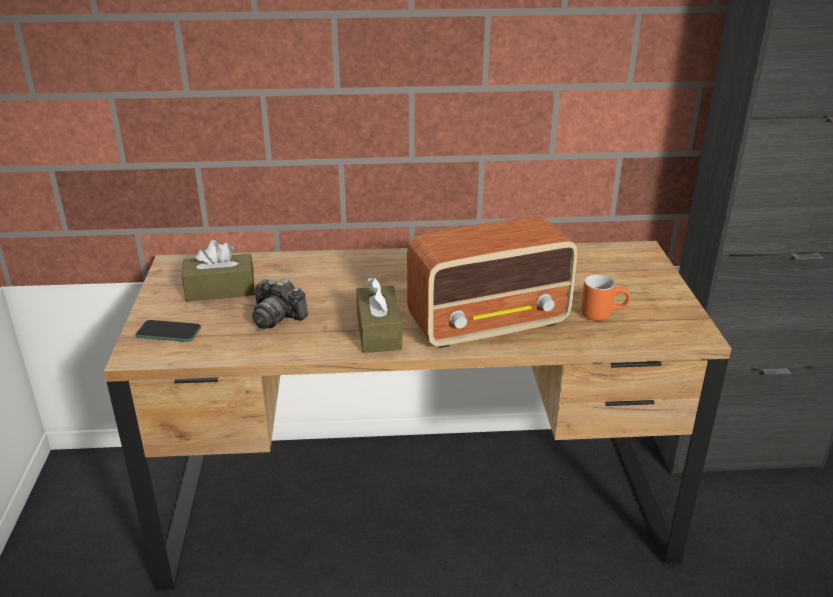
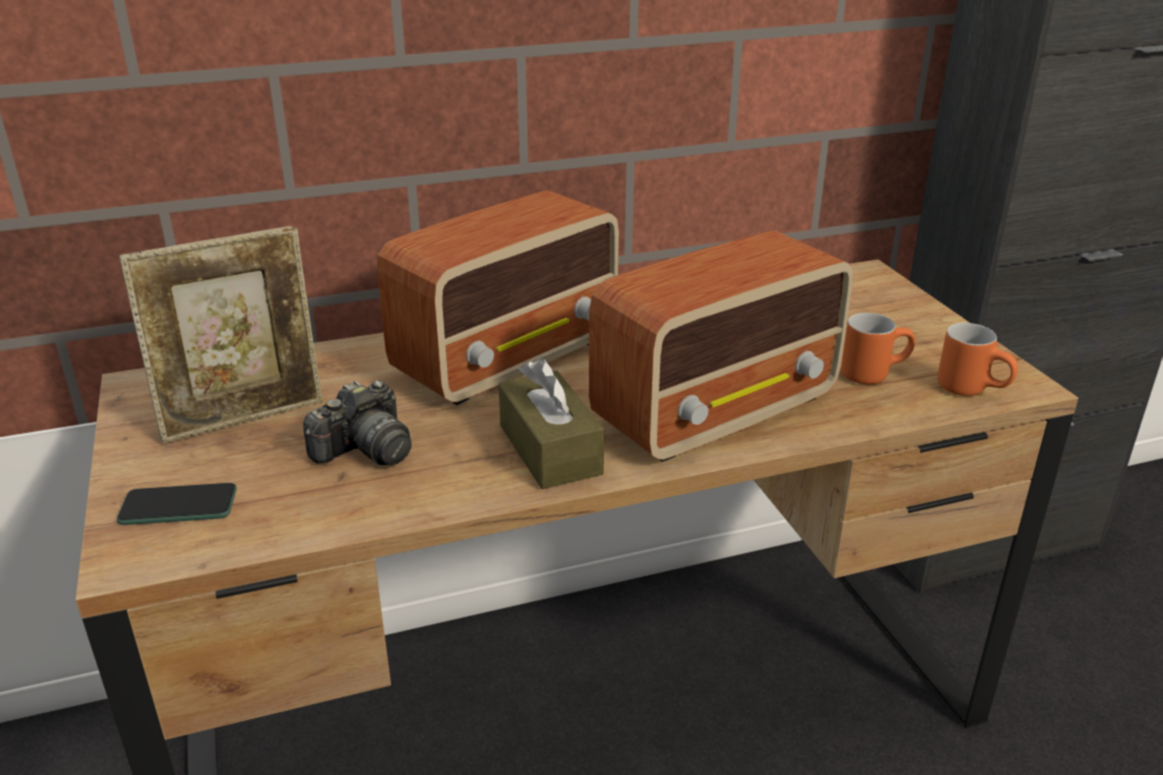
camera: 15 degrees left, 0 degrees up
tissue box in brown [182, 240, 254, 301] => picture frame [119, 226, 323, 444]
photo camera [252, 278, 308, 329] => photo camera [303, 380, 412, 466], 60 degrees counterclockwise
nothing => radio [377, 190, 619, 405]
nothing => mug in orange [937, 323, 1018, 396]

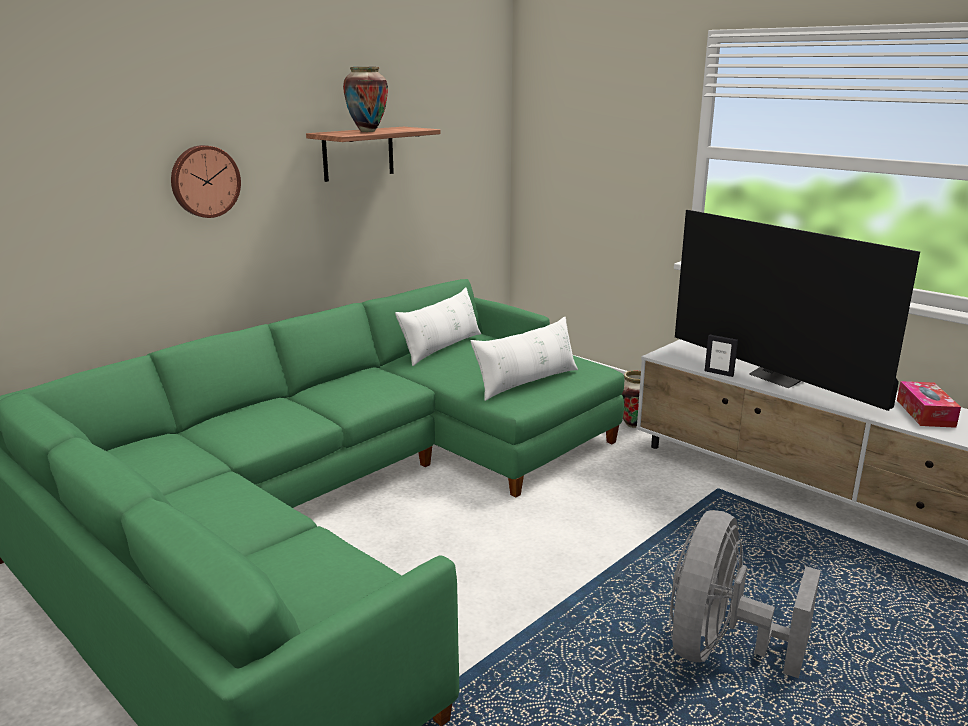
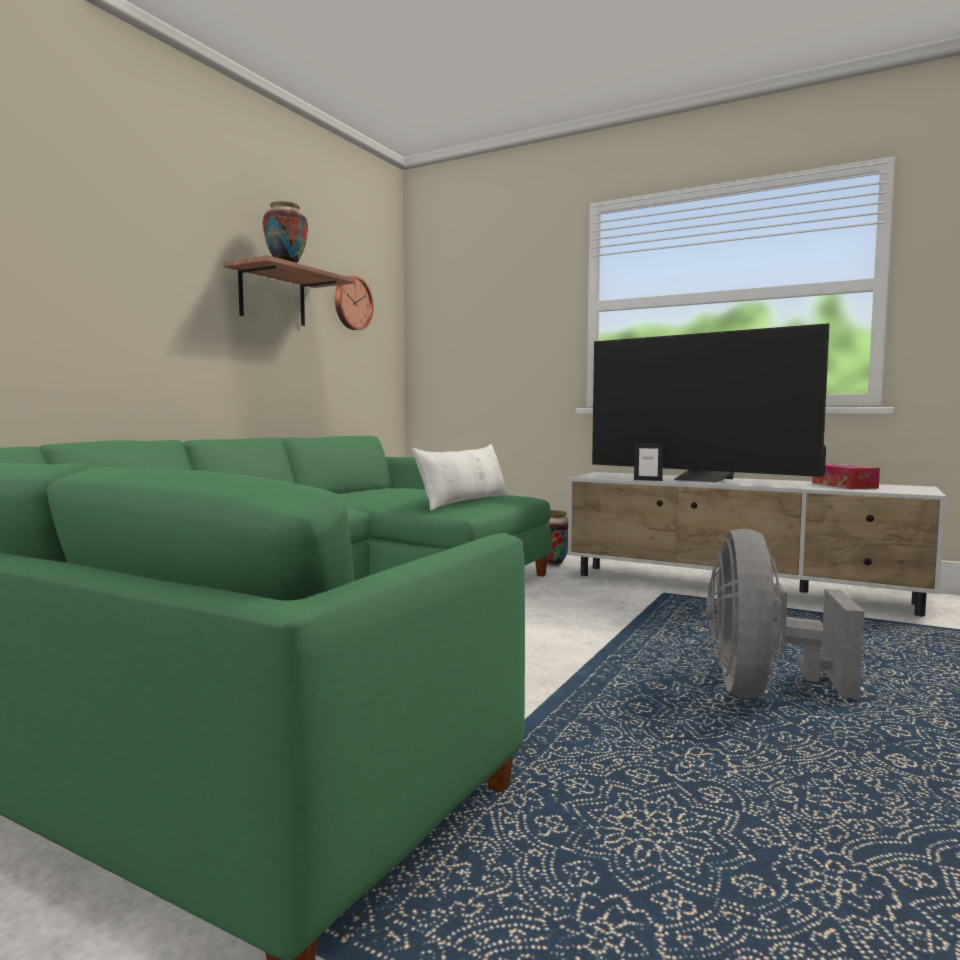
camera: 15 degrees left, 15 degrees down
wall clock [171, 145, 241, 218] => wall clock [335, 275, 374, 330], moved
pillow in white [395, 287, 481, 366] => nothing

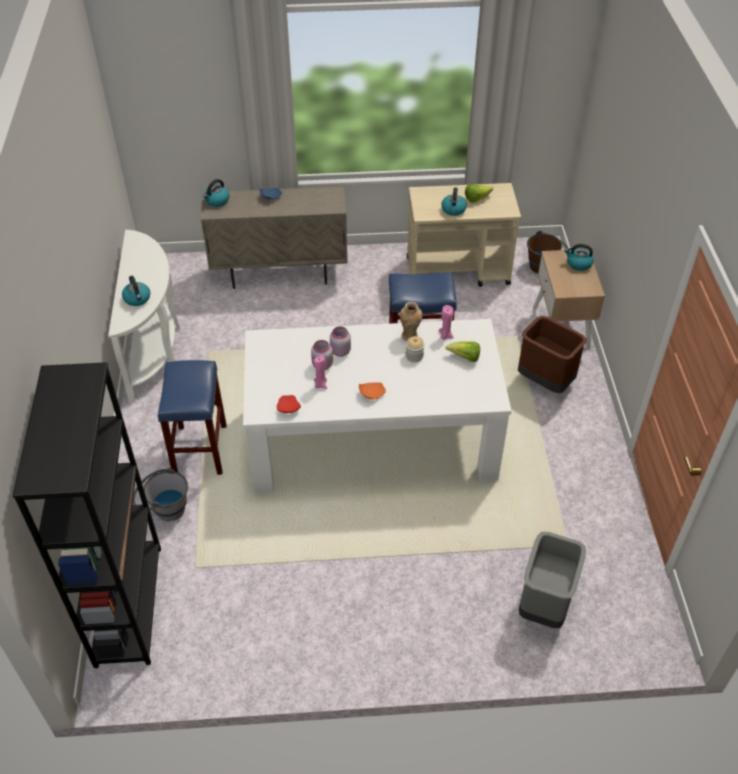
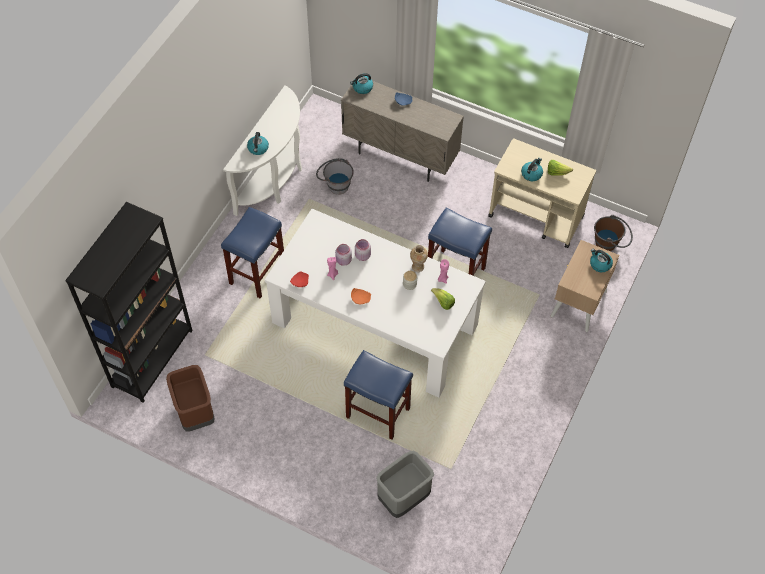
camera: 30 degrees right, 10 degrees up
trash can in brown [518, 316, 587, 393] => trash can in brown [166, 365, 215, 432], moved
bucket in grey [133, 468, 188, 521] => bucket in grey [316, 158, 354, 195], moved
nothing => stool in blue [344, 350, 413, 439]

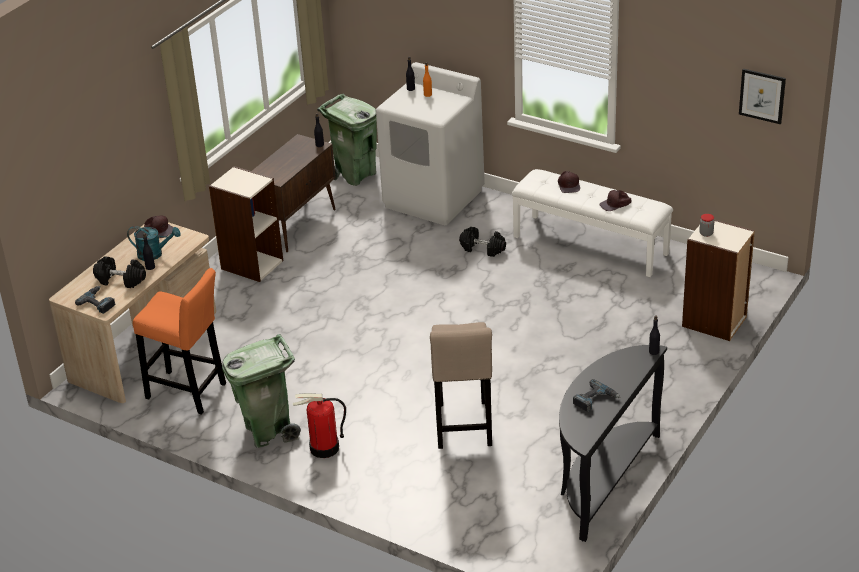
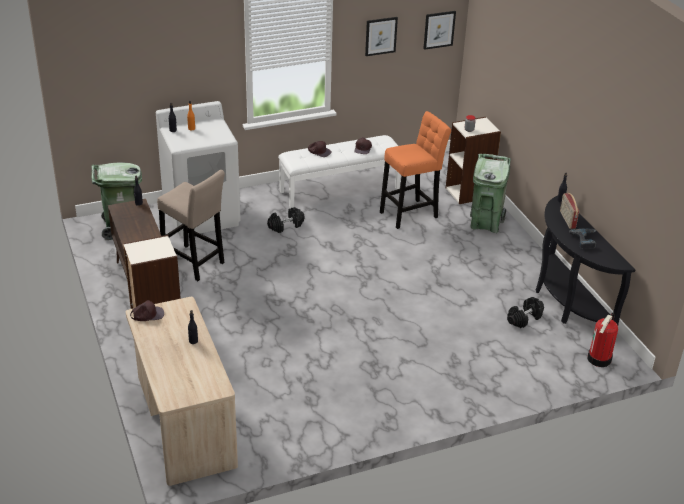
camera: 55 degrees left, 0 degrees up
watering can in turquoise [127, 226, 181, 261] => nothing
dumbbell in black [93, 256, 146, 288] => dumbbell in black [507, 297, 544, 328], moved
stool in orange [133, 268, 226, 415] => stool in orange [380, 111, 451, 229], moved
power drill [75, 286, 115, 314] => nothing
stool in beige [430, 322, 492, 449] => stool in beige [157, 170, 225, 281], moved
trash can in green [222, 334, 301, 448] => trash can in green [470, 154, 511, 233], moved
fire extinguisher [293, 393, 346, 458] => fire extinguisher [588, 313, 618, 367], moved
nothing => picture [365, 17, 398, 56]
nothing => radio [560, 193, 579, 229]

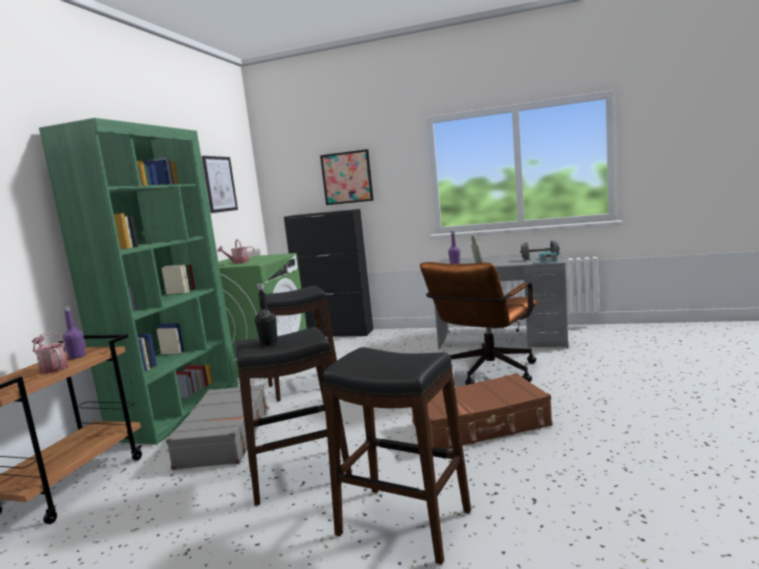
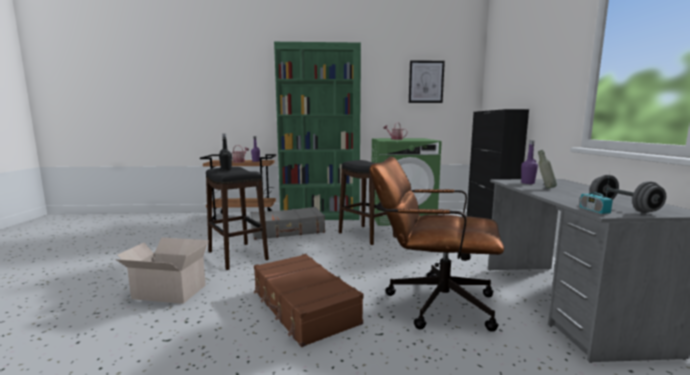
camera: 70 degrees right, 0 degrees up
picture [320, 149, 374, 205] => nothing
stool in black [323, 347, 471, 565] => cardboard box [115, 237, 209, 304]

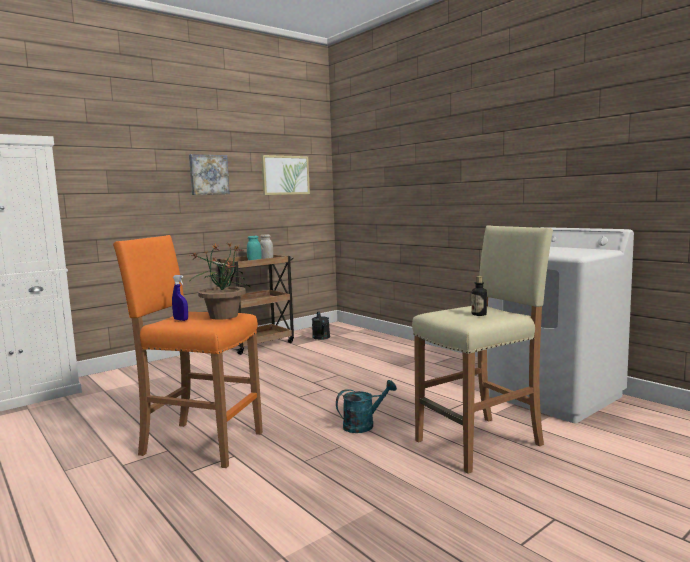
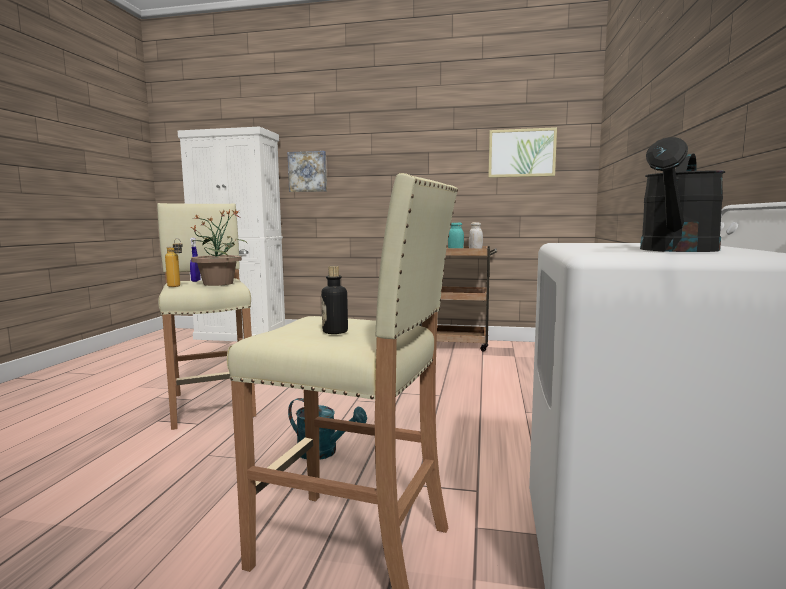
camera: 50 degrees right, 0 degrees up
picture [189, 154, 230, 195] => picture [288, 151, 327, 192], moved
stool in orange [113, 235, 263, 468] => stool in beige [157, 203, 256, 430]
watering can in black [312, 311, 330, 340] => watering can in black [640, 137, 725, 252], moved
nothing => bottle [165, 238, 183, 287]

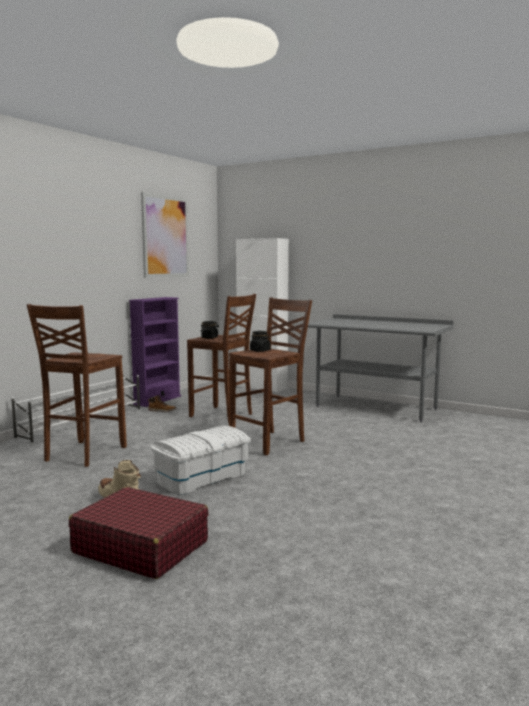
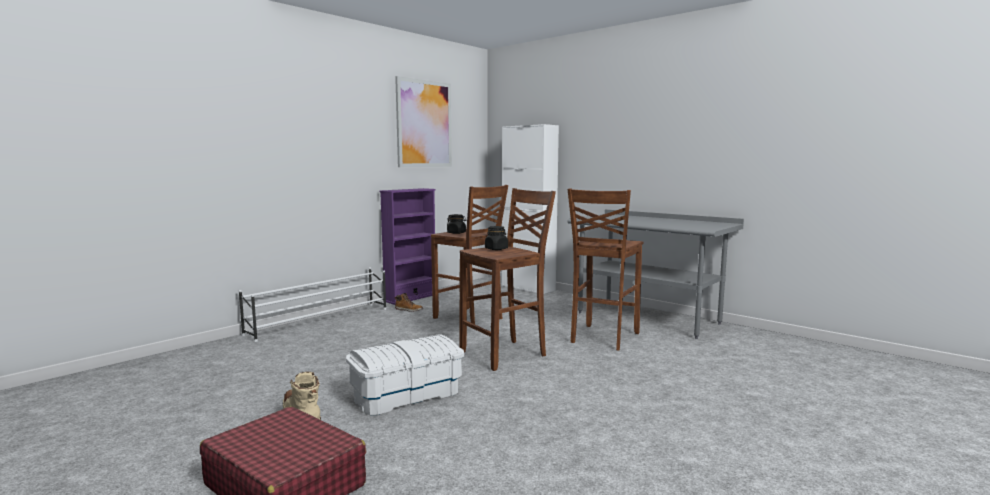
camera: 10 degrees right, 0 degrees up
stool in brown [27, 304, 127, 467] => stool in brown [568, 189, 643, 351], moved

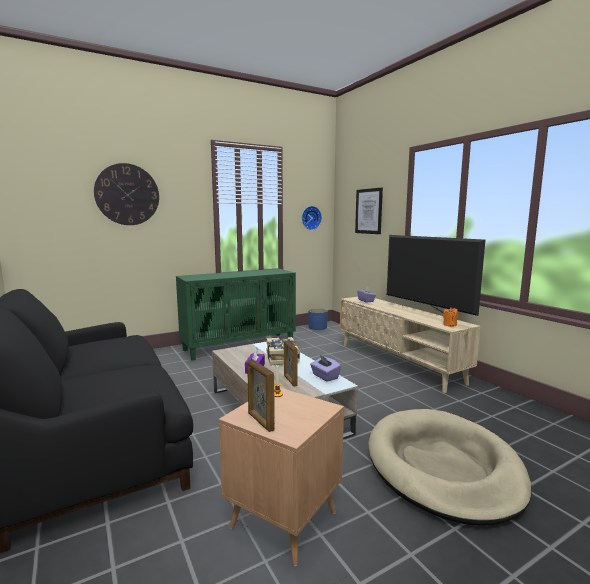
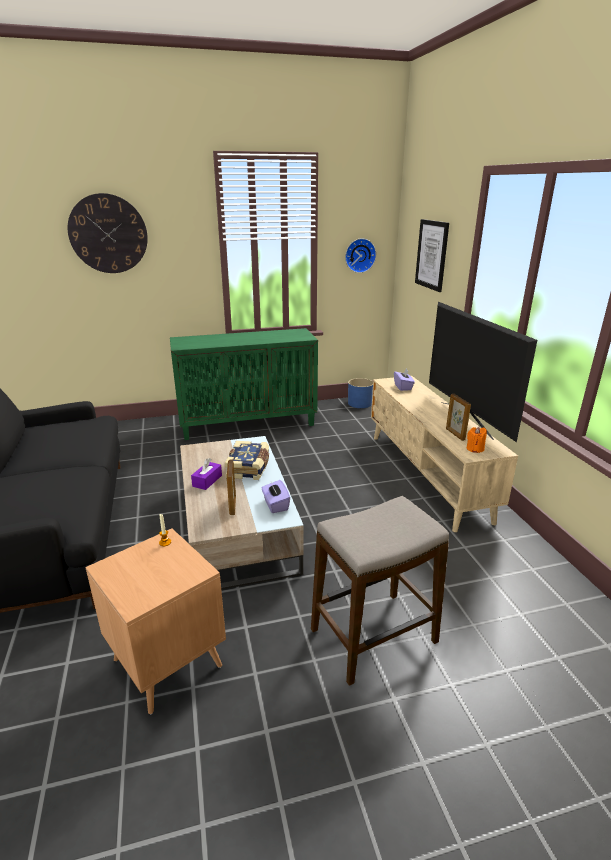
camera: 15 degrees right, 15 degrees up
picture frame [247, 359, 275, 432] => picture frame [446, 394, 471, 441], moved
dog bed in beige [368, 409, 532, 526] => stool [311, 496, 449, 686]

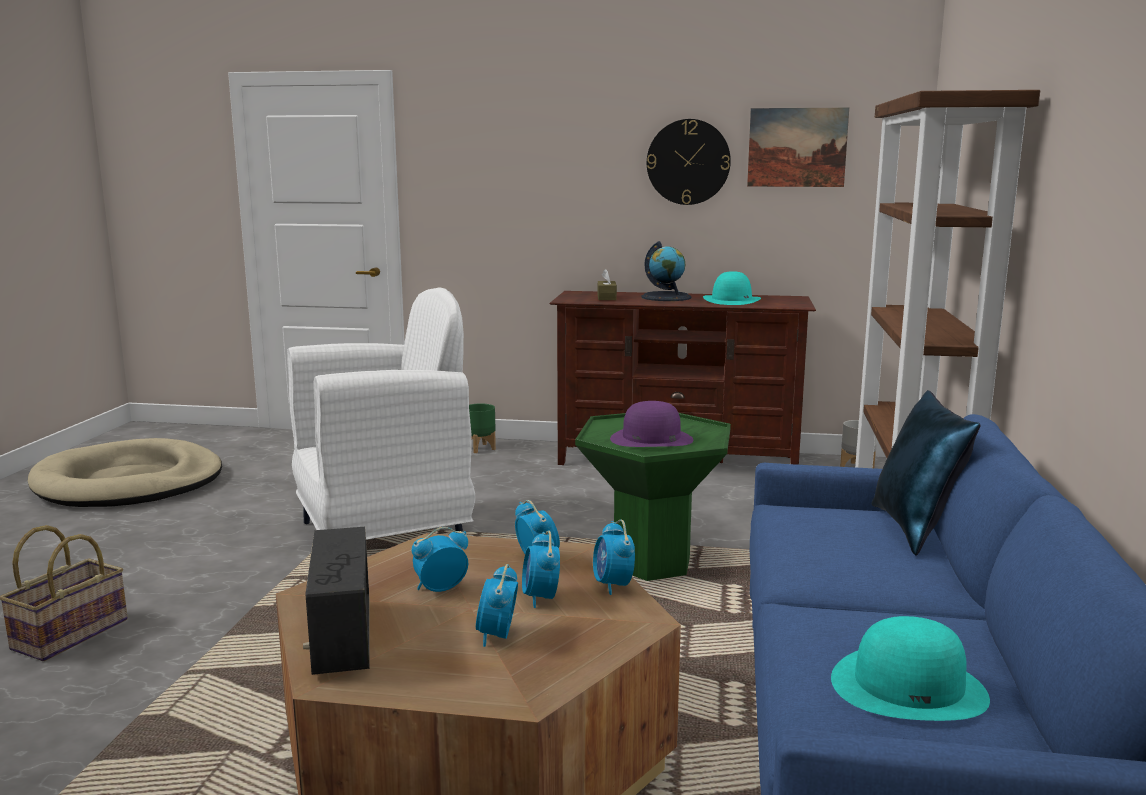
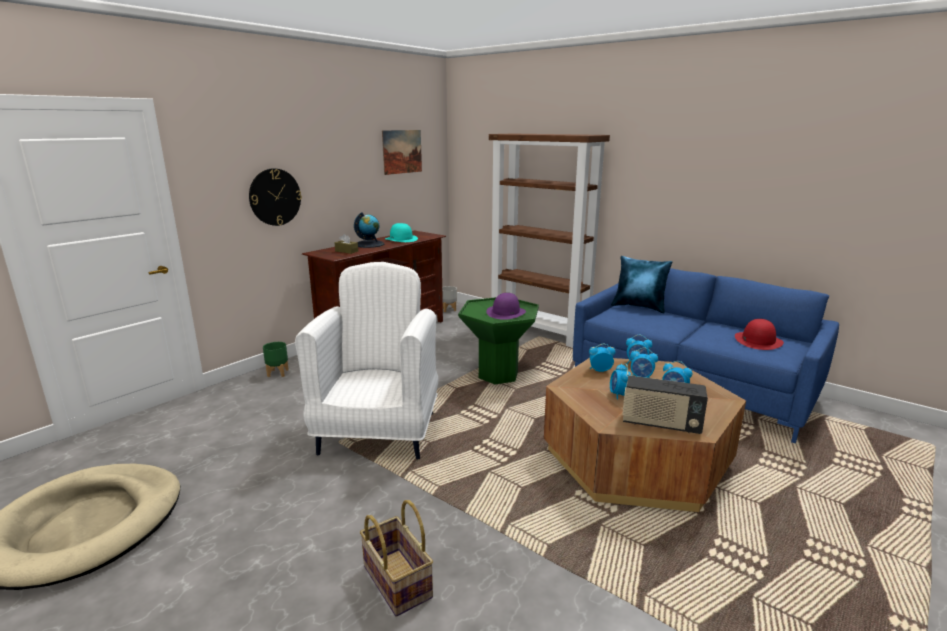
camera: 60 degrees left, 5 degrees up
wall clock [647, 119, 731, 205] => wall clock [249, 168, 302, 226], moved
hat in turquoise [831, 616, 990, 721] => hat in red [735, 319, 784, 350]

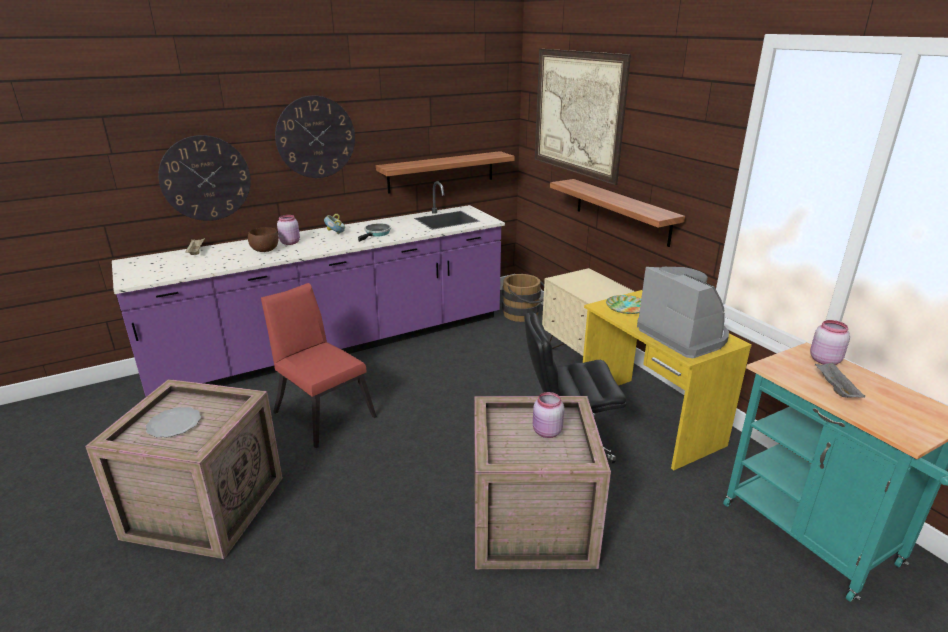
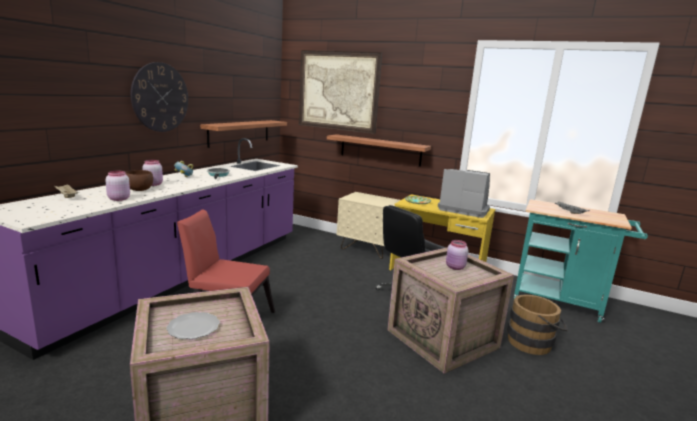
camera: 35 degrees left, 10 degrees down
wall clock [158, 135, 251, 221] => nothing
bucket in brown [502, 274, 544, 322] => bucket in brown [507, 295, 568, 355], moved
jar in pink [810, 320, 850, 365] => jar in pink [105, 171, 130, 201], moved

